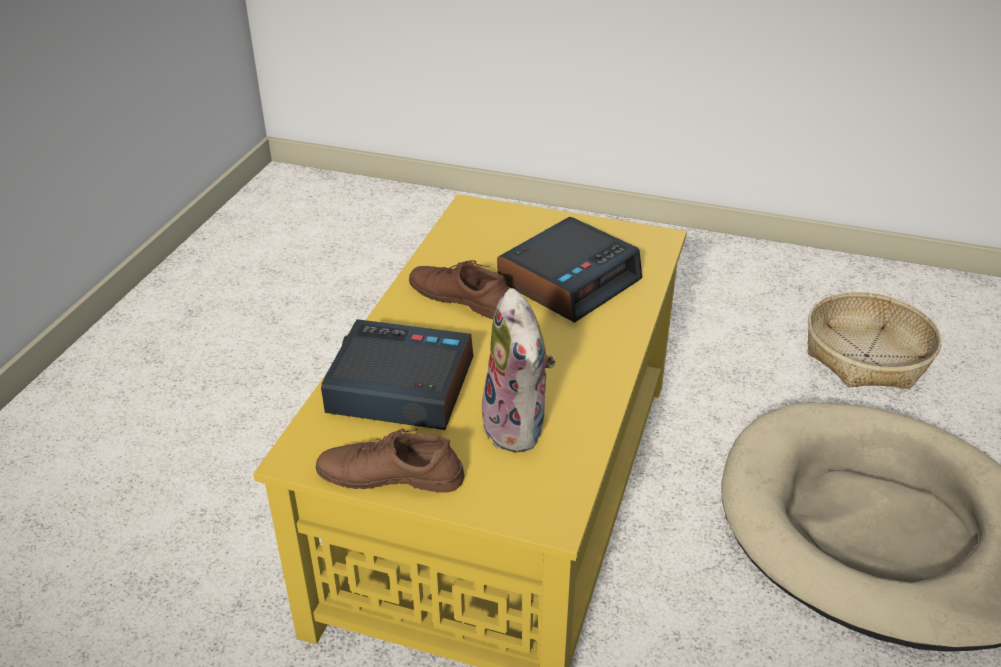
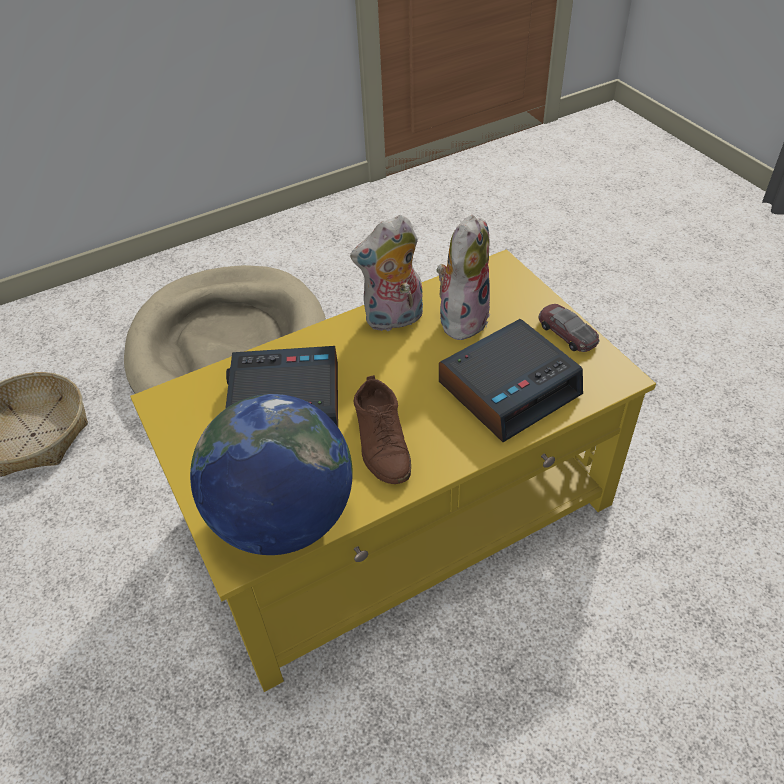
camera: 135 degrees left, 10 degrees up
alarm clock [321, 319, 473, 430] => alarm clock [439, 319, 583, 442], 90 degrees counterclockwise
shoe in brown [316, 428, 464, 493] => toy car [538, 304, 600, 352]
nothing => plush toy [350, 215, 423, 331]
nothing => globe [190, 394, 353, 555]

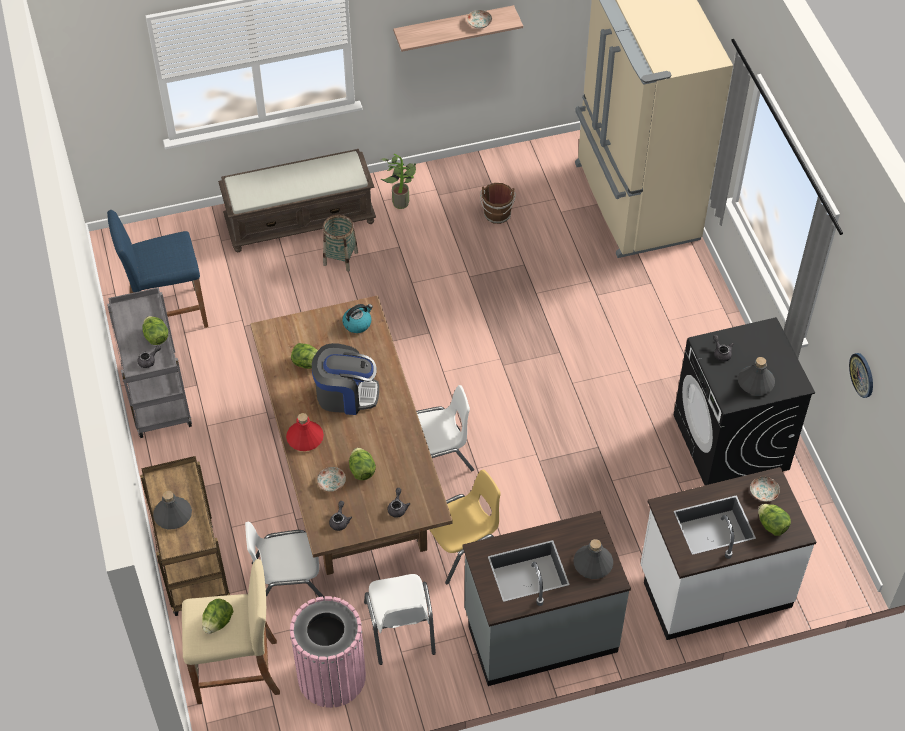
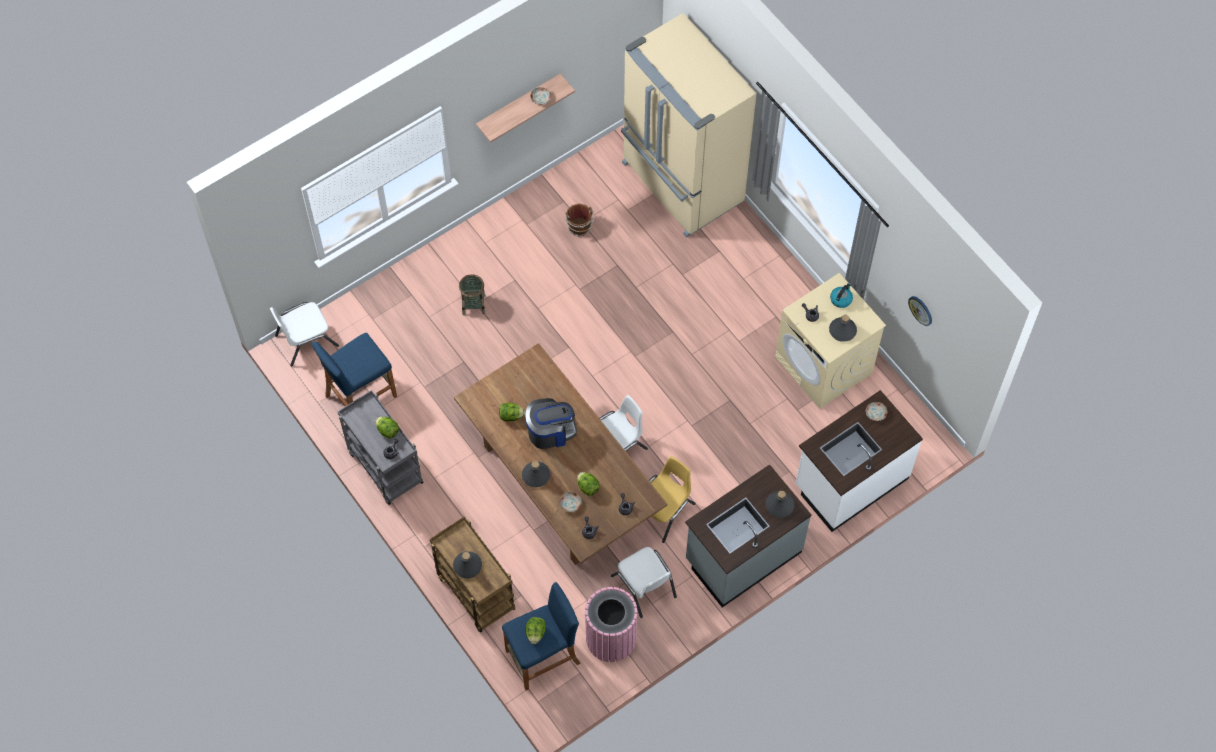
camera: 20 degrees left, 10 degrees up
bench in brown [218, 149, 376, 252] => nothing
potted plant [381, 154, 416, 209] => nothing
kettle [342, 304, 373, 333] => kettle [830, 283, 853, 308], moved
washing machine in black [673, 317, 815, 485] => washing machine in beige [775, 273, 886, 409]
bottle in red [286, 413, 324, 451] => bottle in grey [522, 461, 550, 487]
lettuce [758, 504, 791, 536] => nothing
chair in white [245, 522, 325, 601] => chair in white [270, 302, 339, 366], moved
stool in beige [182, 559, 280, 704] => stool in blue [502, 582, 581, 690]

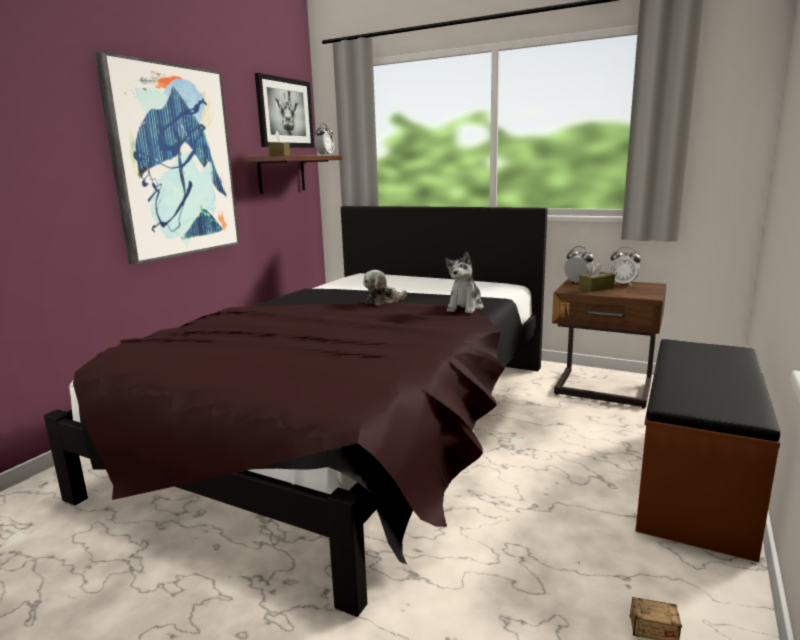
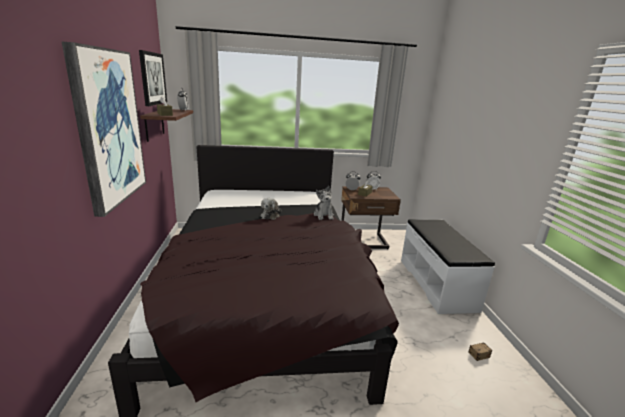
camera: 35 degrees left, 5 degrees up
bench in brown [636, 339, 780, 562] => bench in white [401, 219, 495, 314]

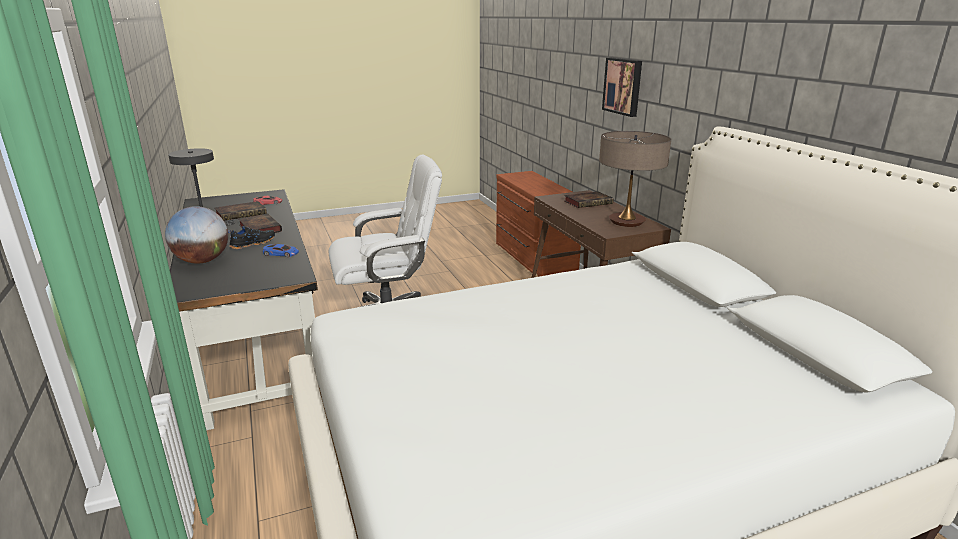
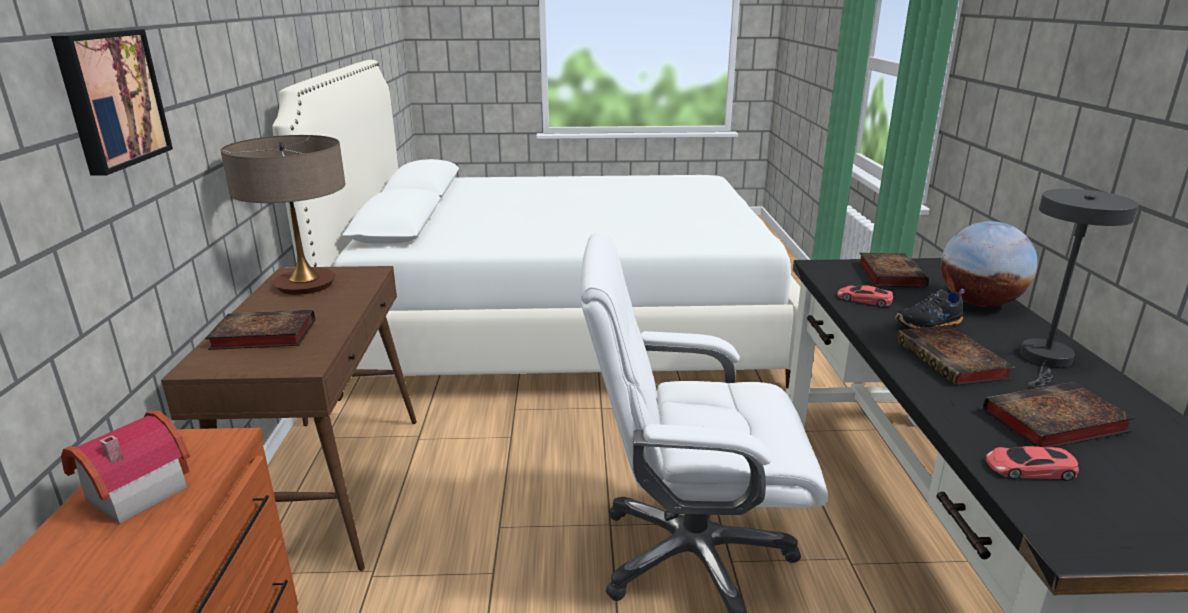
camera: 160 degrees left, 0 degrees up
toy car in blue [263, 244, 299, 257] => toy car in red [837, 285, 893, 307]
nothing => book [858, 253, 929, 288]
nothing => toy house [61, 410, 190, 524]

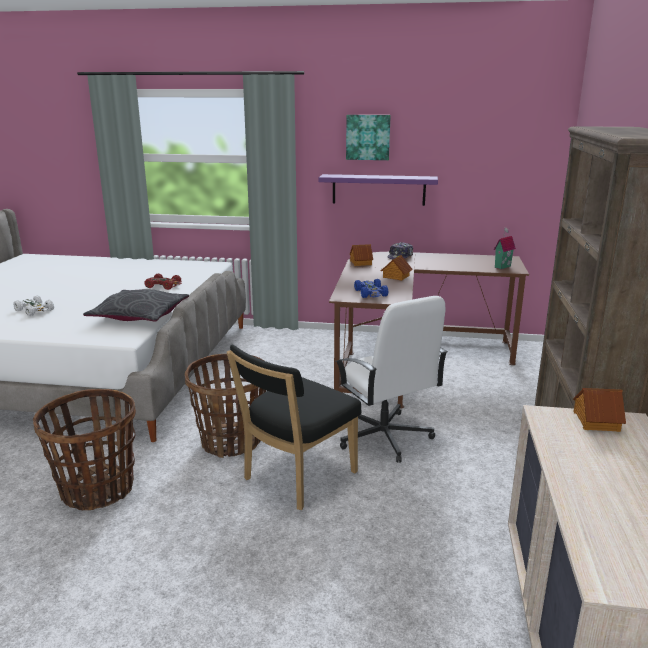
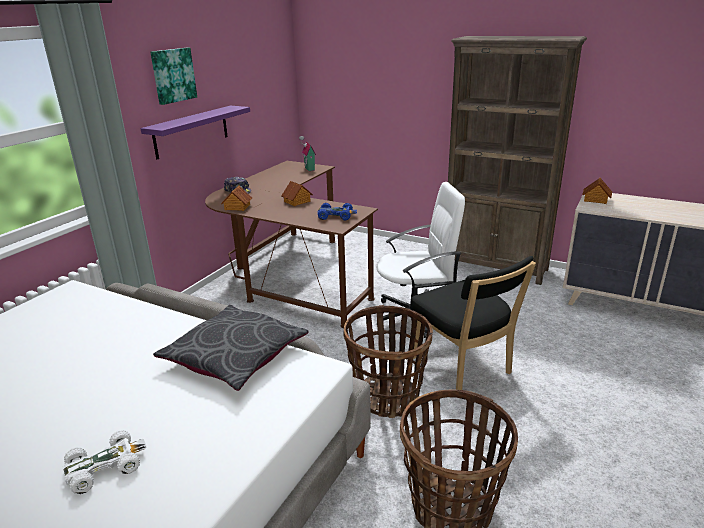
camera: 70 degrees left, 5 degrees up
toy car in red [144, 274, 182, 290] => nothing

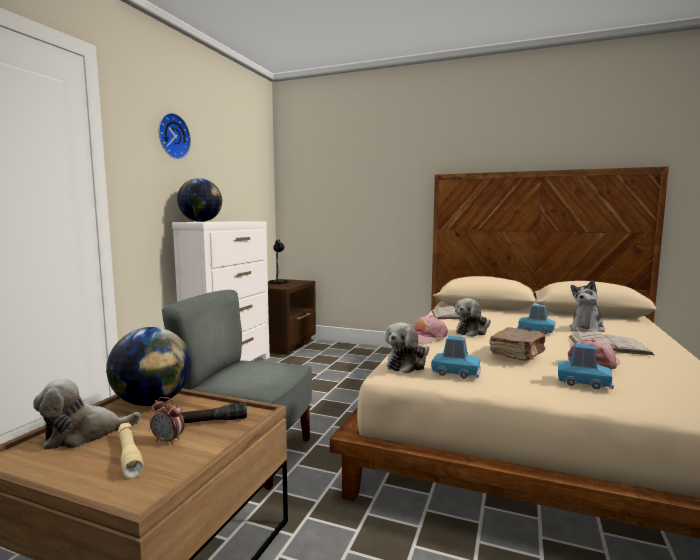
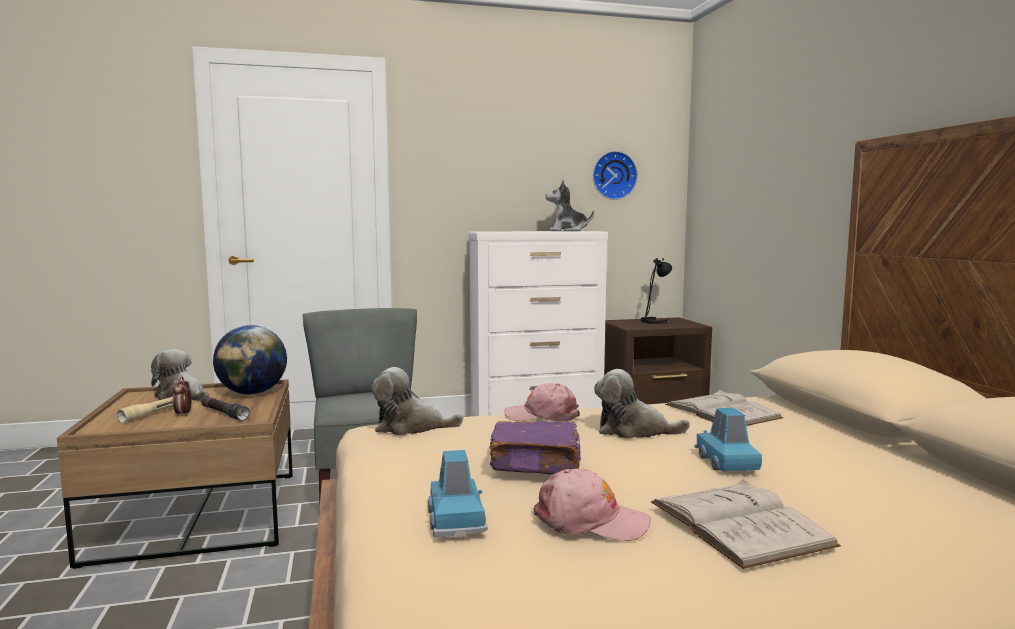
camera: 55 degrees right, 0 degrees up
wall clock [159, 113, 191, 159] => wall clock [593, 151, 638, 200], moved
globe [177, 178, 222, 222] => nothing
plush toy [570, 280, 605, 332] => plush toy [545, 180, 594, 231], moved
book in brown [489, 327, 545, 361] => book in purple [489, 420, 581, 475]
toy car in blue [431, 336, 481, 378] => nothing

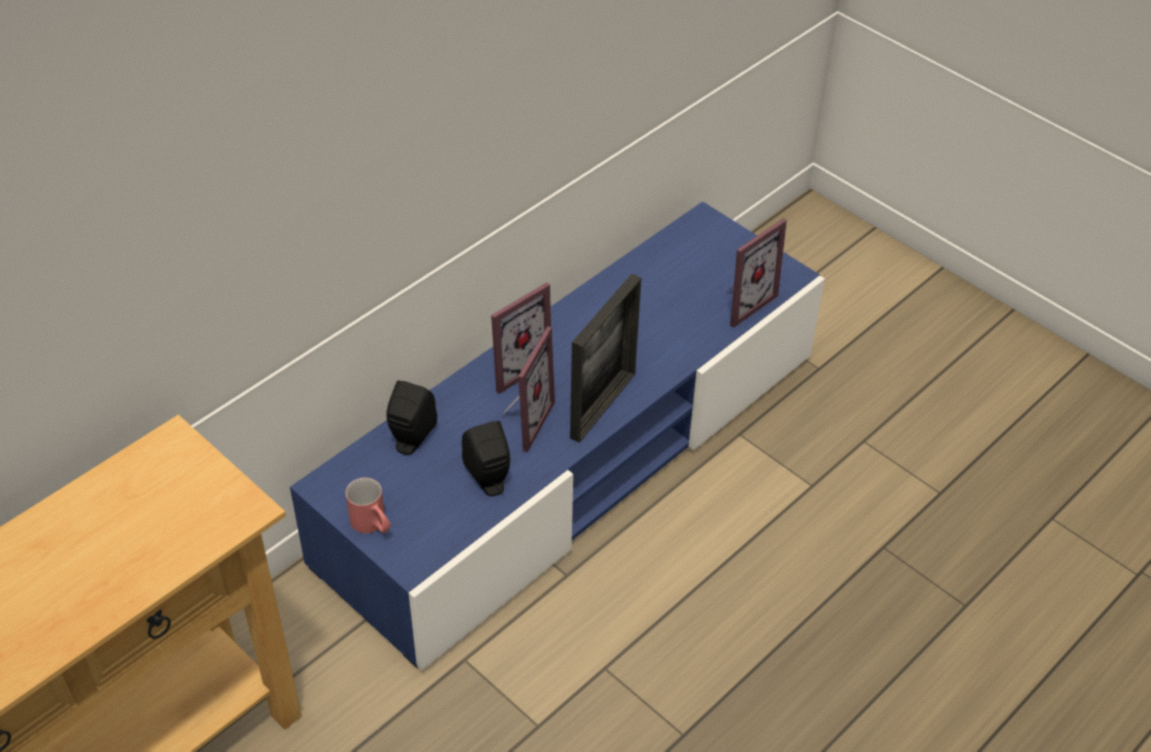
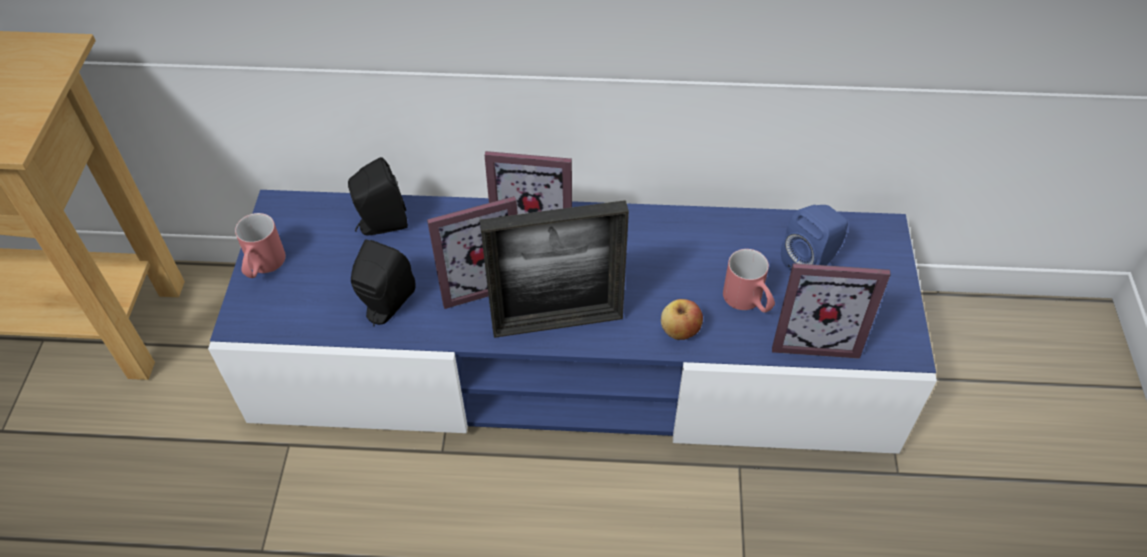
camera: 50 degrees right, 5 degrees up
nothing => speaker in blue [781, 205, 848, 270]
nothing => mug in red [723, 249, 775, 313]
nothing => apple [661, 299, 703, 340]

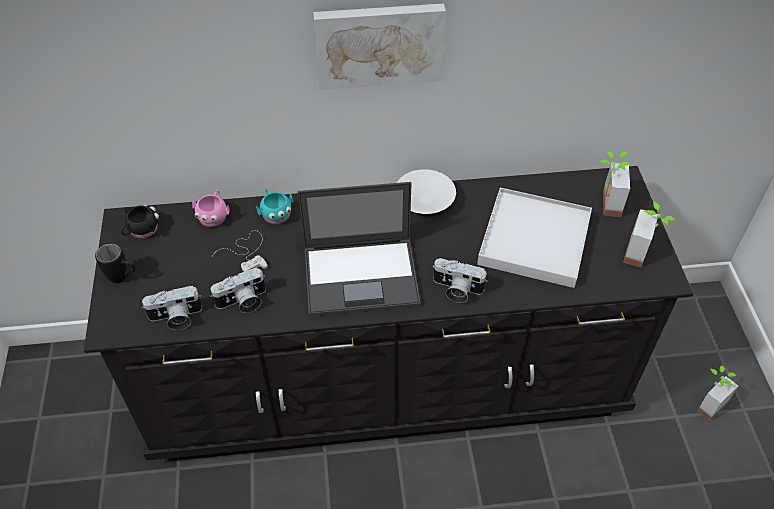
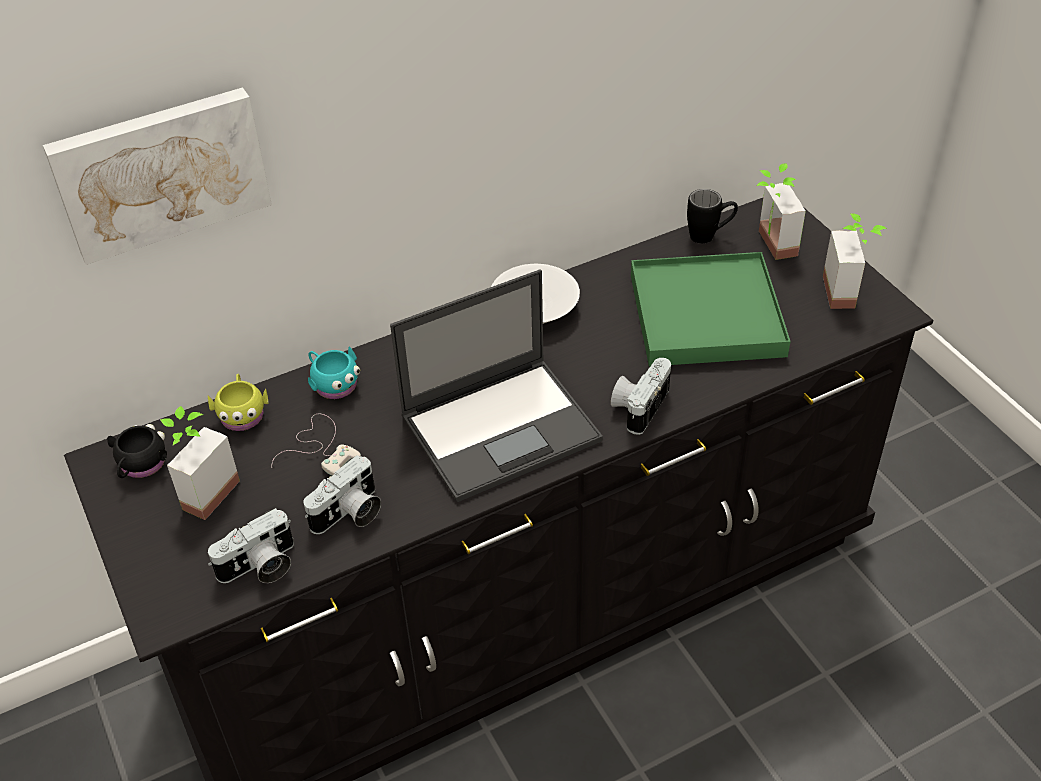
camera: 20 degrees left, 5 degrees down
picture [313, 3, 446, 90] => picture [43, 87, 272, 265], moved
tray in white [477, 188, 592, 288] => tray in green [631, 252, 791, 367]
mug in pink [192, 190, 229, 227] => mug in yellow [208, 374, 268, 431]
mug in black [95, 243, 136, 283] => mug in black [687, 189, 738, 244], moved
photo camera [432, 258, 487, 303] => photo camera [611, 358, 671, 435], 120 degrees clockwise
potted plant [697, 365, 738, 421] => potted plant [160, 406, 240, 520], moved

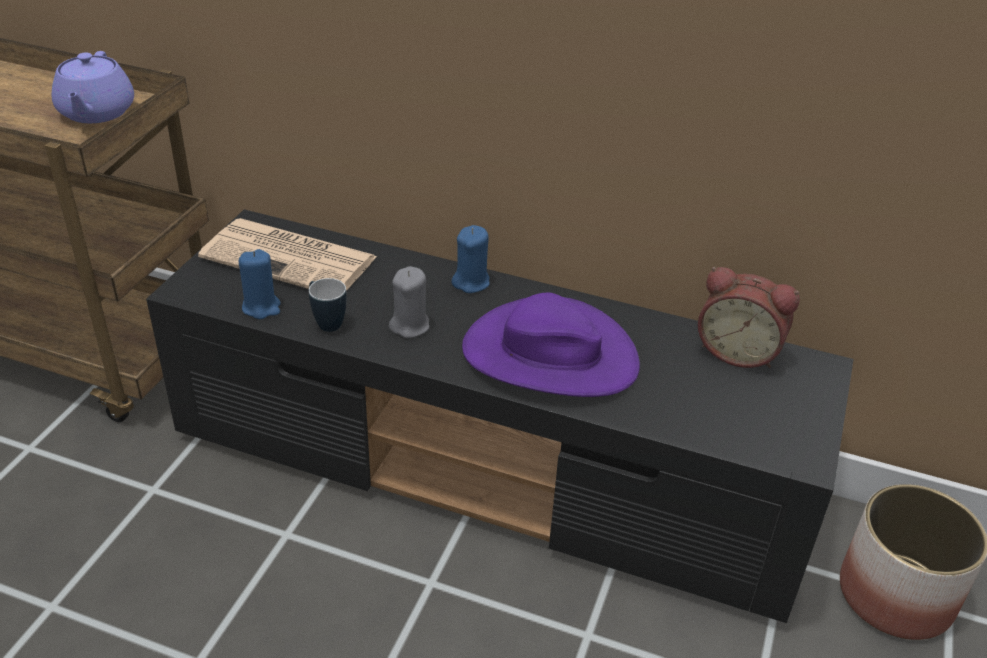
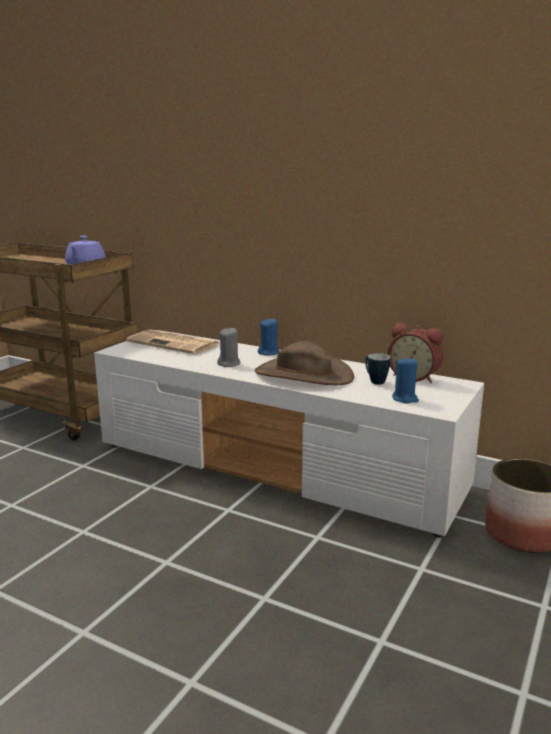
camera: 10 degrees right, 20 degrees down
tv stand in black [146, 209, 854, 623] => tv stand in white [94, 330, 484, 538]
candle in blue [239, 249, 280, 319] => candle in blue [392, 357, 419, 404], moved
mug [309, 278, 347, 332] => mug [365, 353, 390, 385], moved
hat in purple [462, 293, 640, 397] => hat in brown [254, 341, 354, 385]

